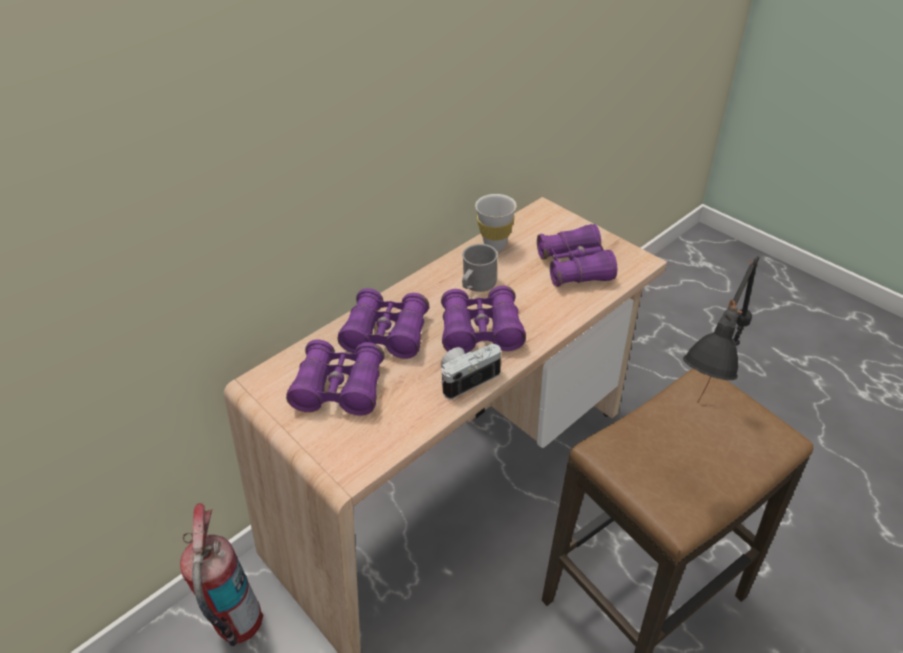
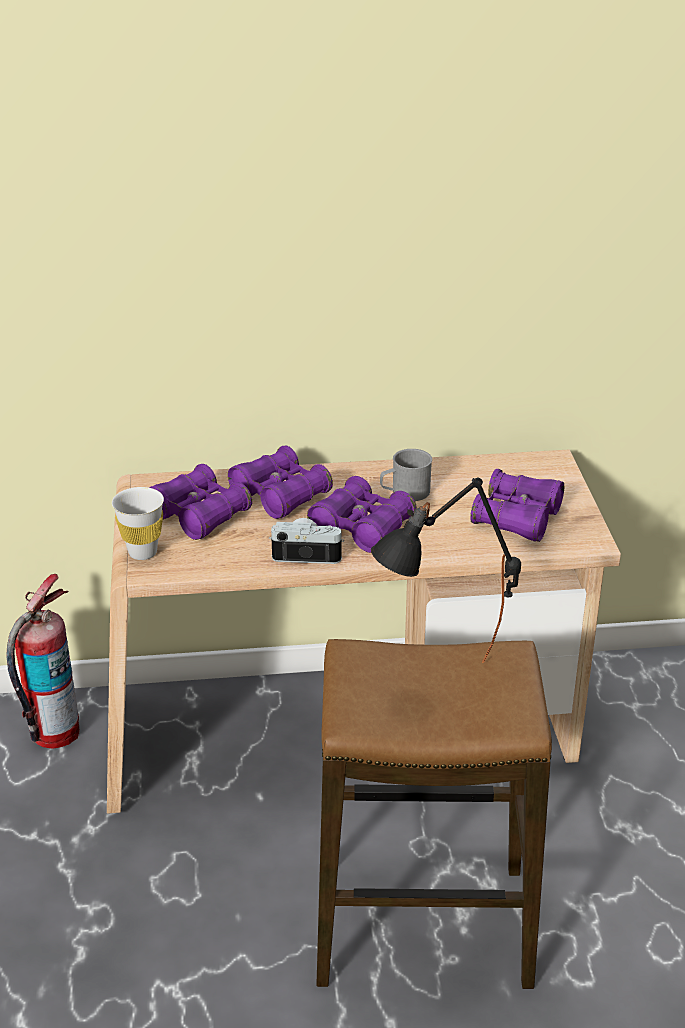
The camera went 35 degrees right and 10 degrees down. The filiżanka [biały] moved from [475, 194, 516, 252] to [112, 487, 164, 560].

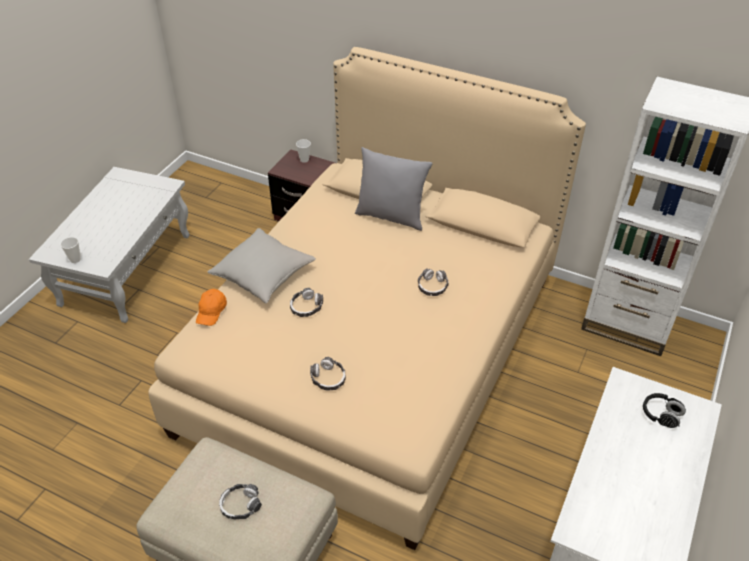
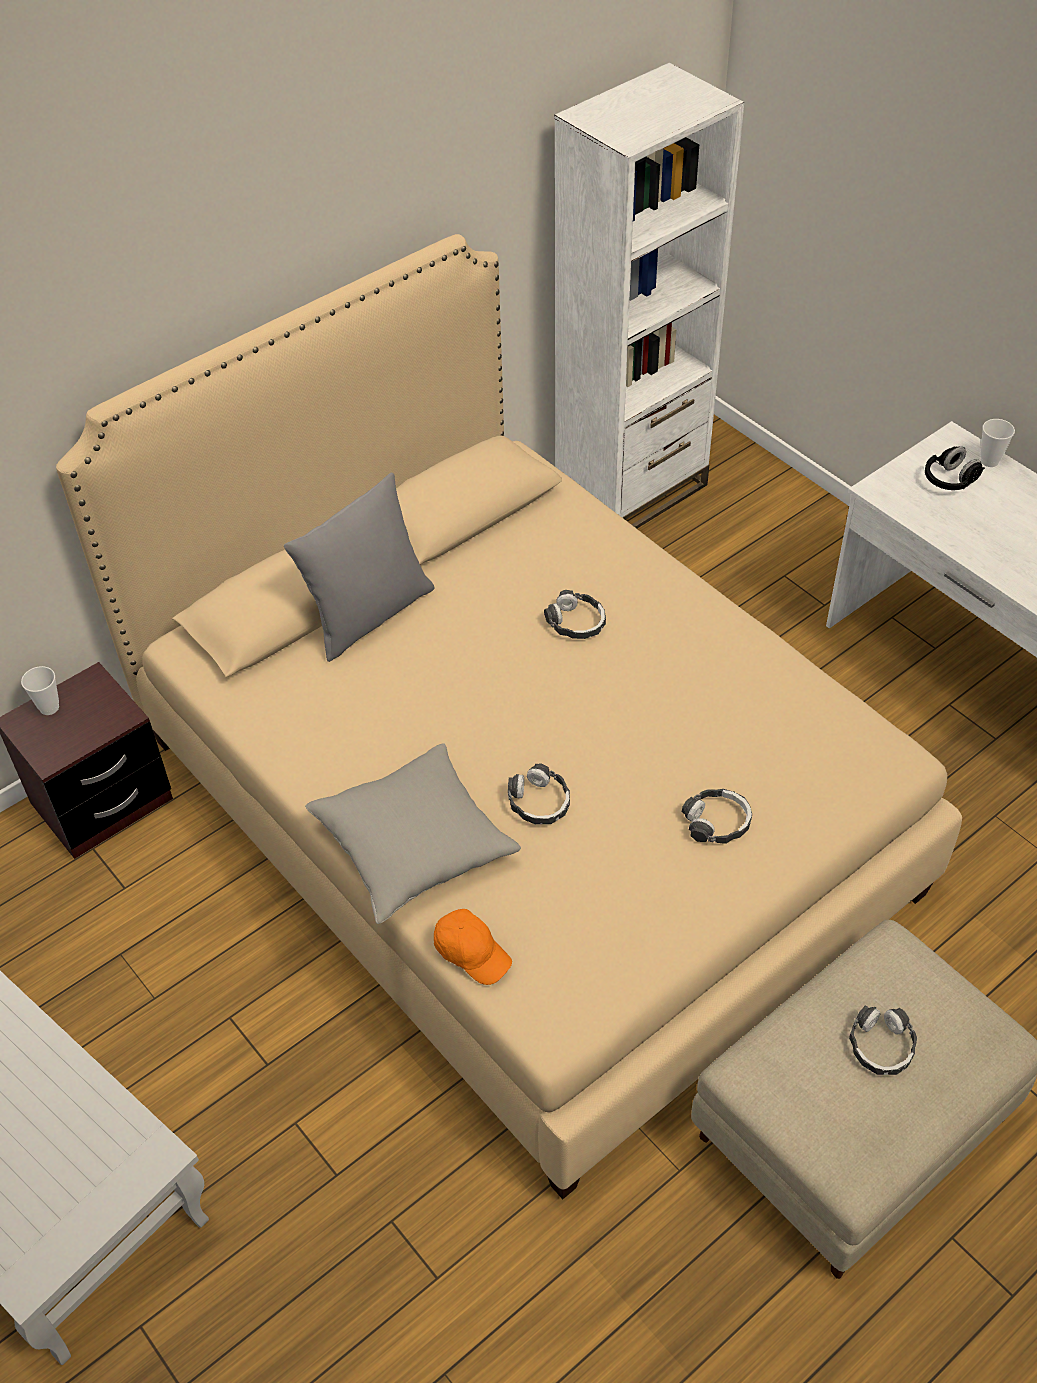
The camera went 65 degrees left and 5 degrees up. The filiżanka moved from [60, 237, 81, 263] to [980, 419, 1015, 467].

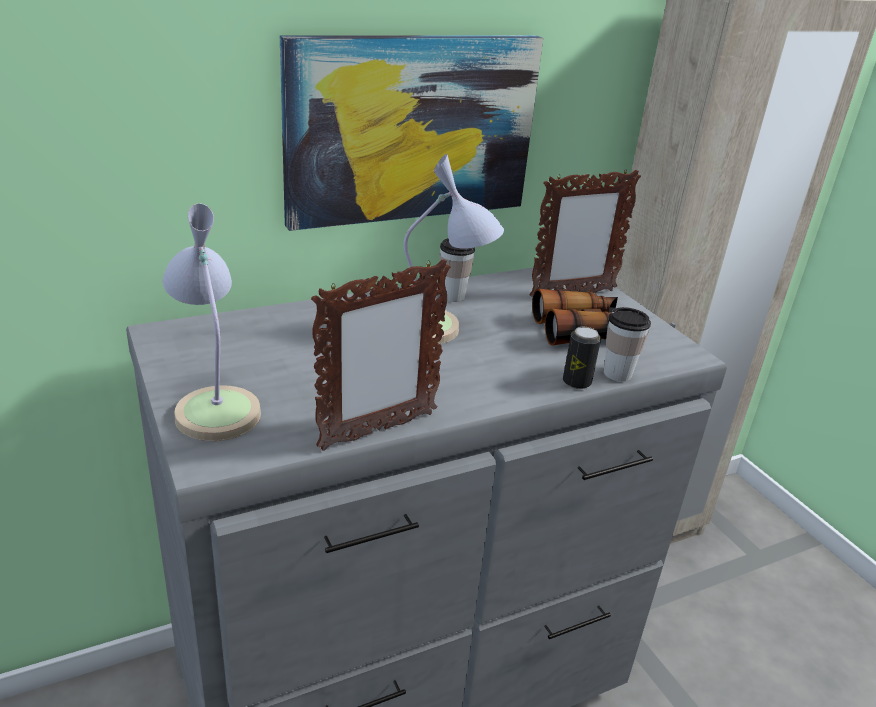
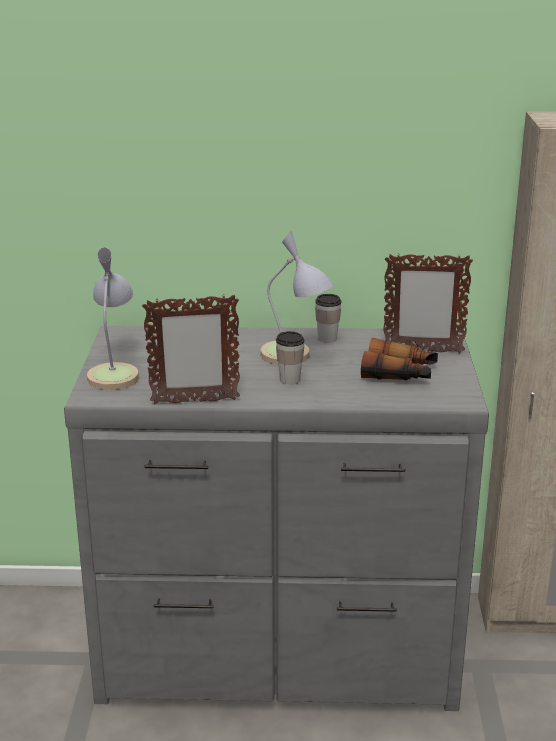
The camera went 30 degrees right and 5 degrees down. The obraz at [280, 35, 543, 231] disappeared. The puszka at [563, 327, 601, 389] disappeared. The filiżanka moved from [604, 307, 651, 382] to [276, 331, 304, 385].

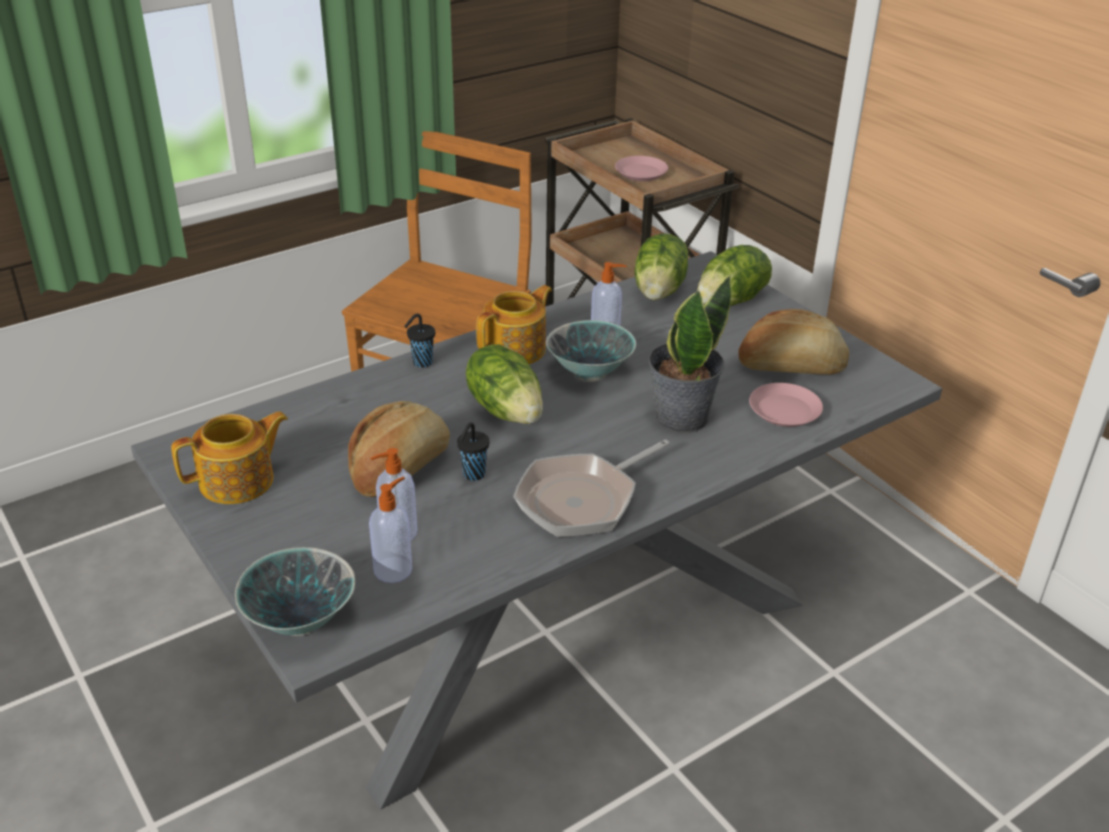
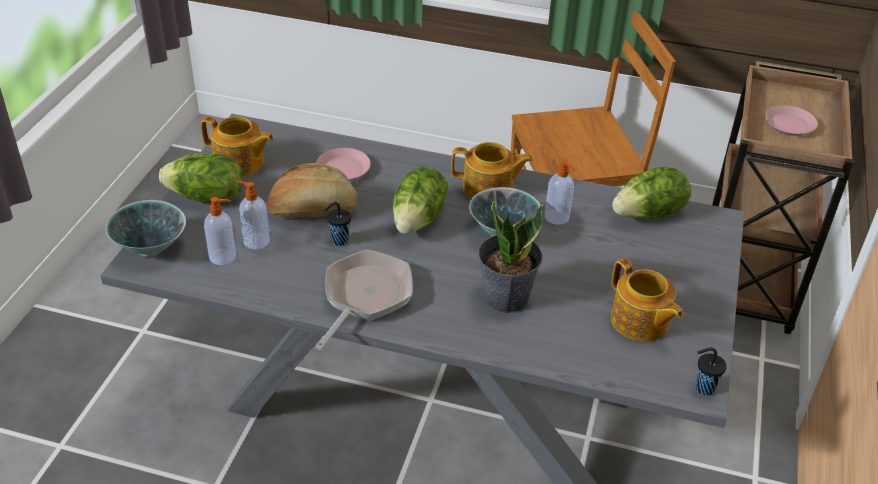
The camera went 50 degrees right and 5 degrees up. The filiżanka [czarny] moved from [405, 314, 435, 368] to [695, 348, 727, 395]. The patelnia at [513, 440, 670, 537] turned 105 degrees clockwise. The sałata moved from [697, 245, 772, 306] to [159, 154, 243, 203]. The chleb at [738, 309, 849, 375] was replaced by the imbryk at [611, 258, 683, 342]. The talerz [różowy] moved from [749, 383, 823, 427] to [316, 148, 371, 181].

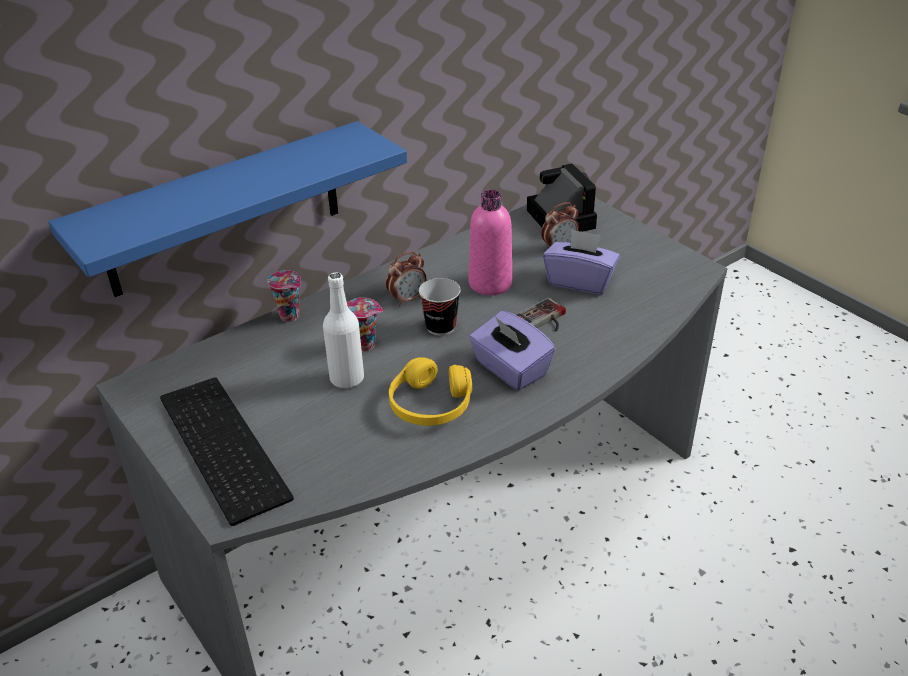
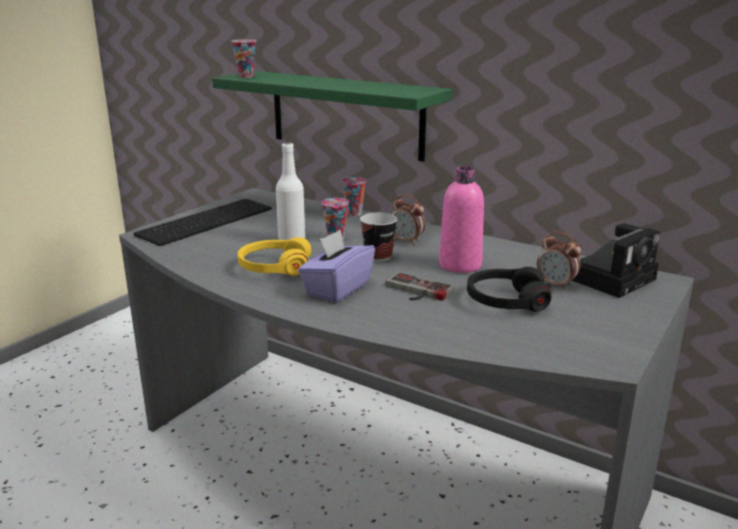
The camera went 70 degrees right and 15 degrees down. The półka [niebieski] at [48, 121, 407, 297] became the półka [zielony] at [212, 71, 452, 162]. The pudełko chusteczek [fioletowy] at [543, 229, 620, 294] was replaced by the słuchawki [czarny] at [467, 267, 552, 312]. The filiżanka at [231, 39, 257, 78] appeared.

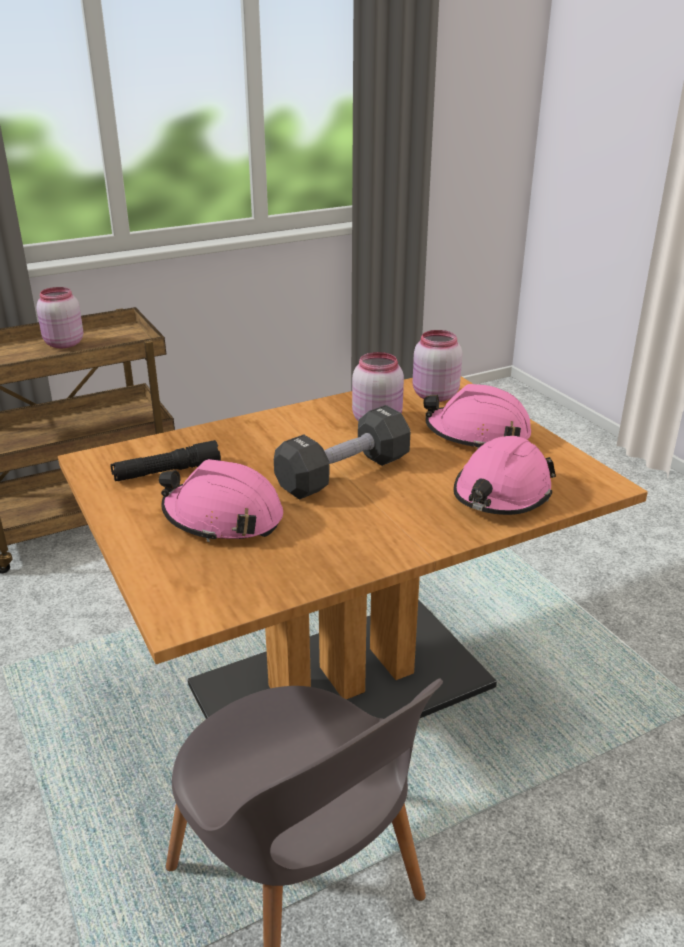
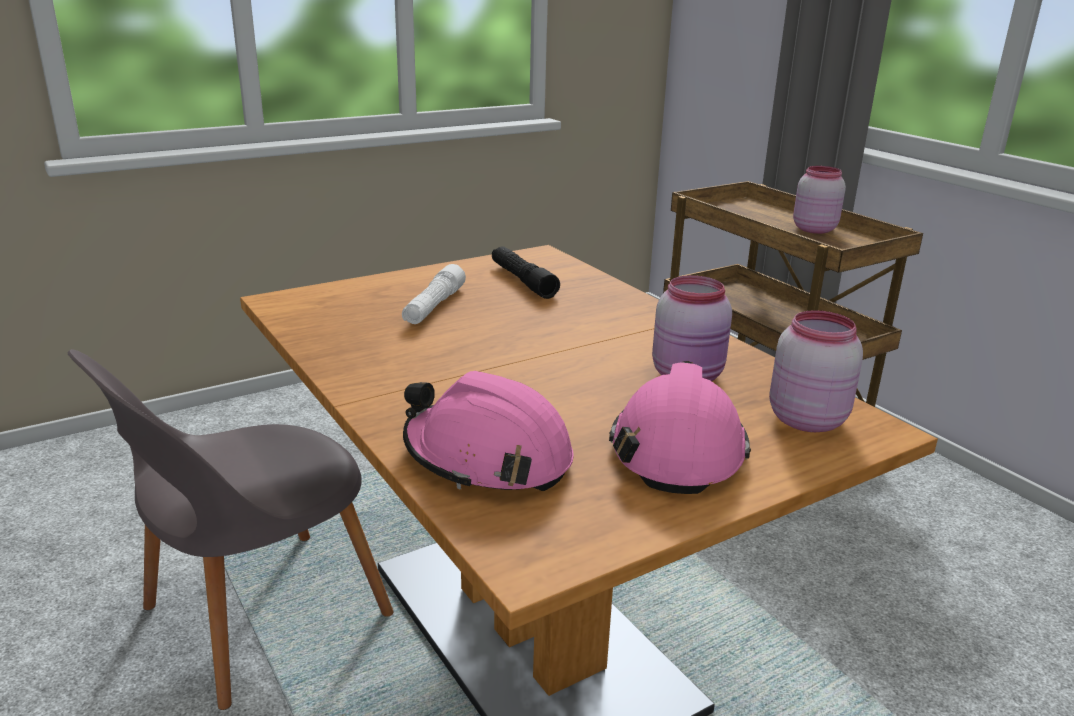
The camera went 85 degrees right and 5 degrees down. The kask [różowy] at [159, 459, 283, 542] was replaced by the latarka [biały] at [402, 264, 466, 324]. The hantel [czarny] at [274, 405, 410, 499] disappeared.

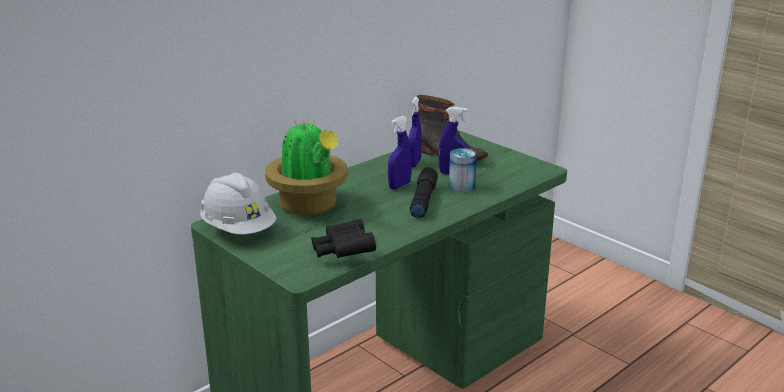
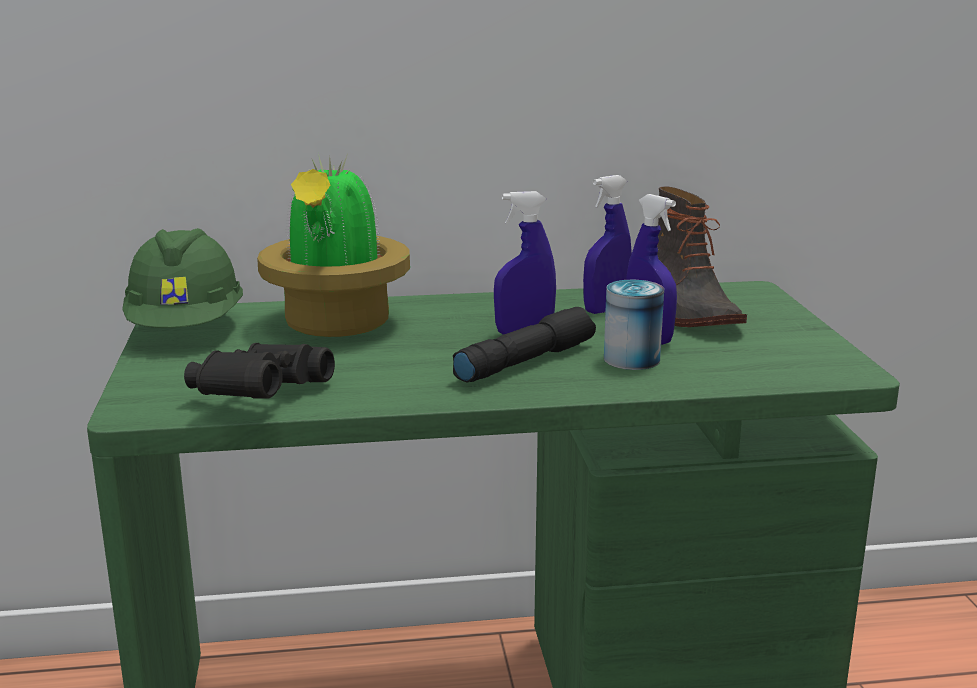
The camera went 35 degrees right and 5 degrees down. The kask [biały] at [200, 173, 277, 235] became the kask [zielony] at [122, 228, 243, 328].

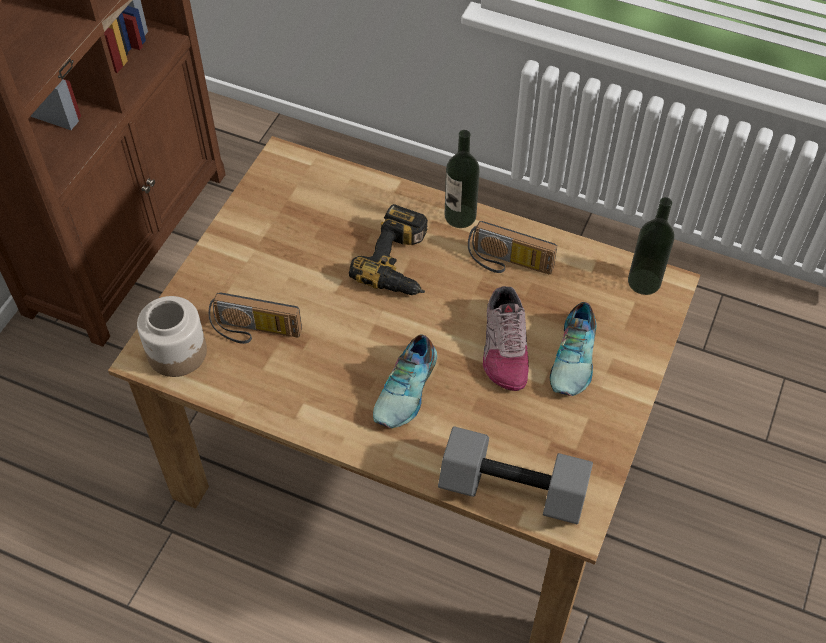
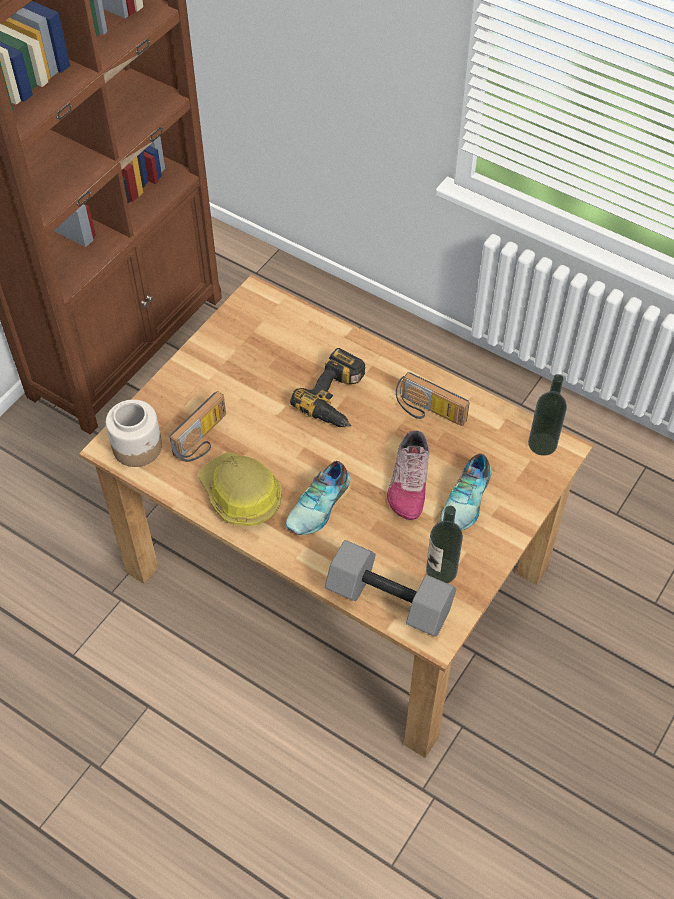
The camera went 10 degrees right and 0 degrees up. The radio at [208, 292, 302, 344] turned 75 degrees counterclockwise. The butelka moved from [444, 130, 480, 228] to [426, 506, 463, 583]. The kask at [198, 452, 282, 526] appeared.

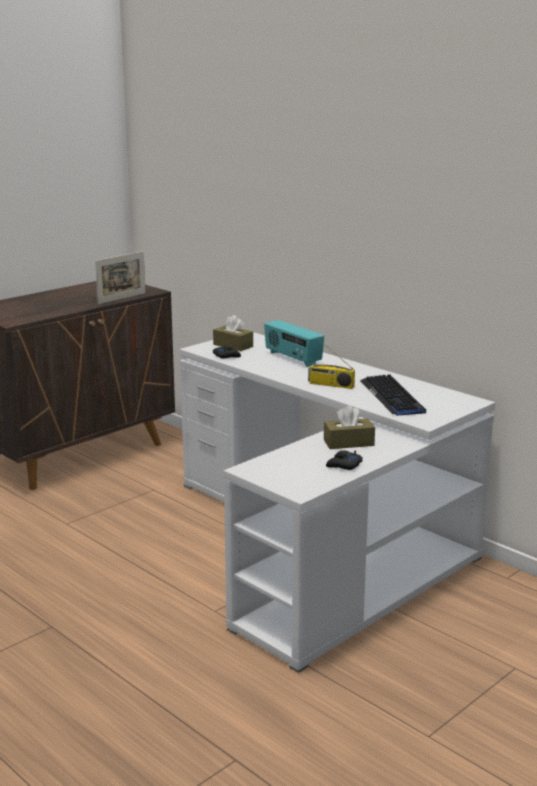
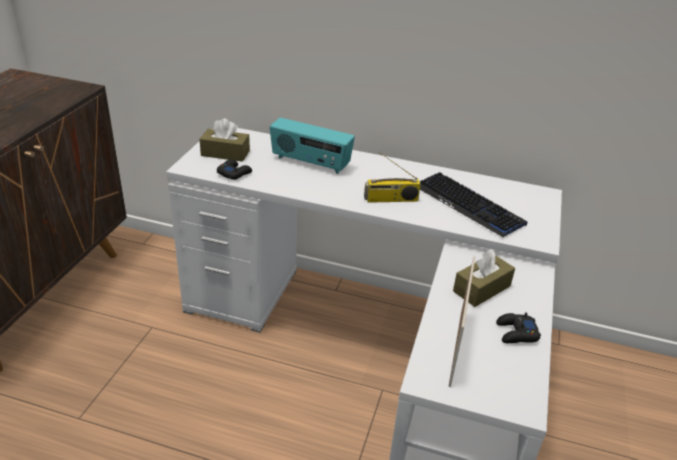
The camera went 30 degrees left and 15 degrees up. The ramka na zdjęcie moved from [95, 251, 146, 304] to [449, 256, 476, 387].

